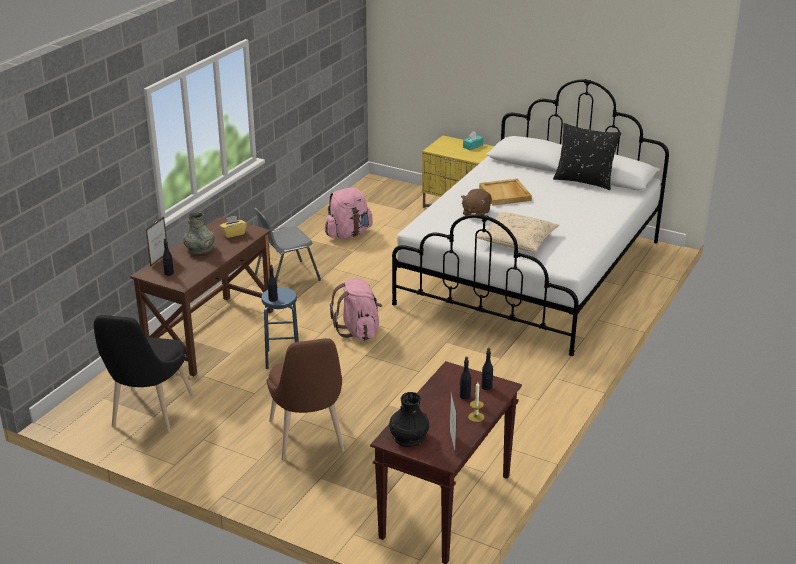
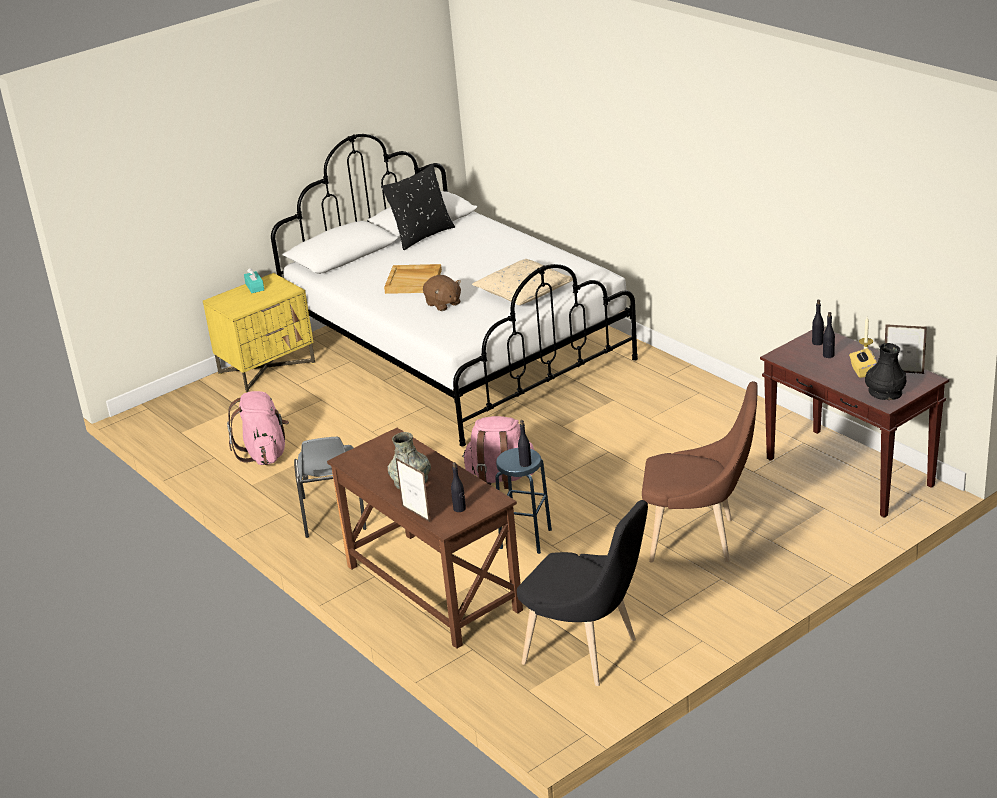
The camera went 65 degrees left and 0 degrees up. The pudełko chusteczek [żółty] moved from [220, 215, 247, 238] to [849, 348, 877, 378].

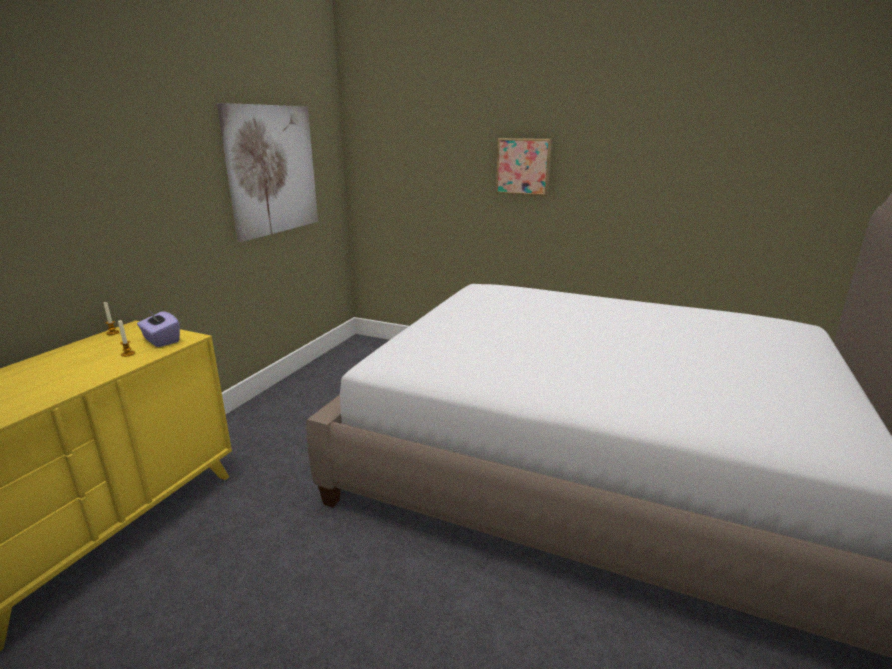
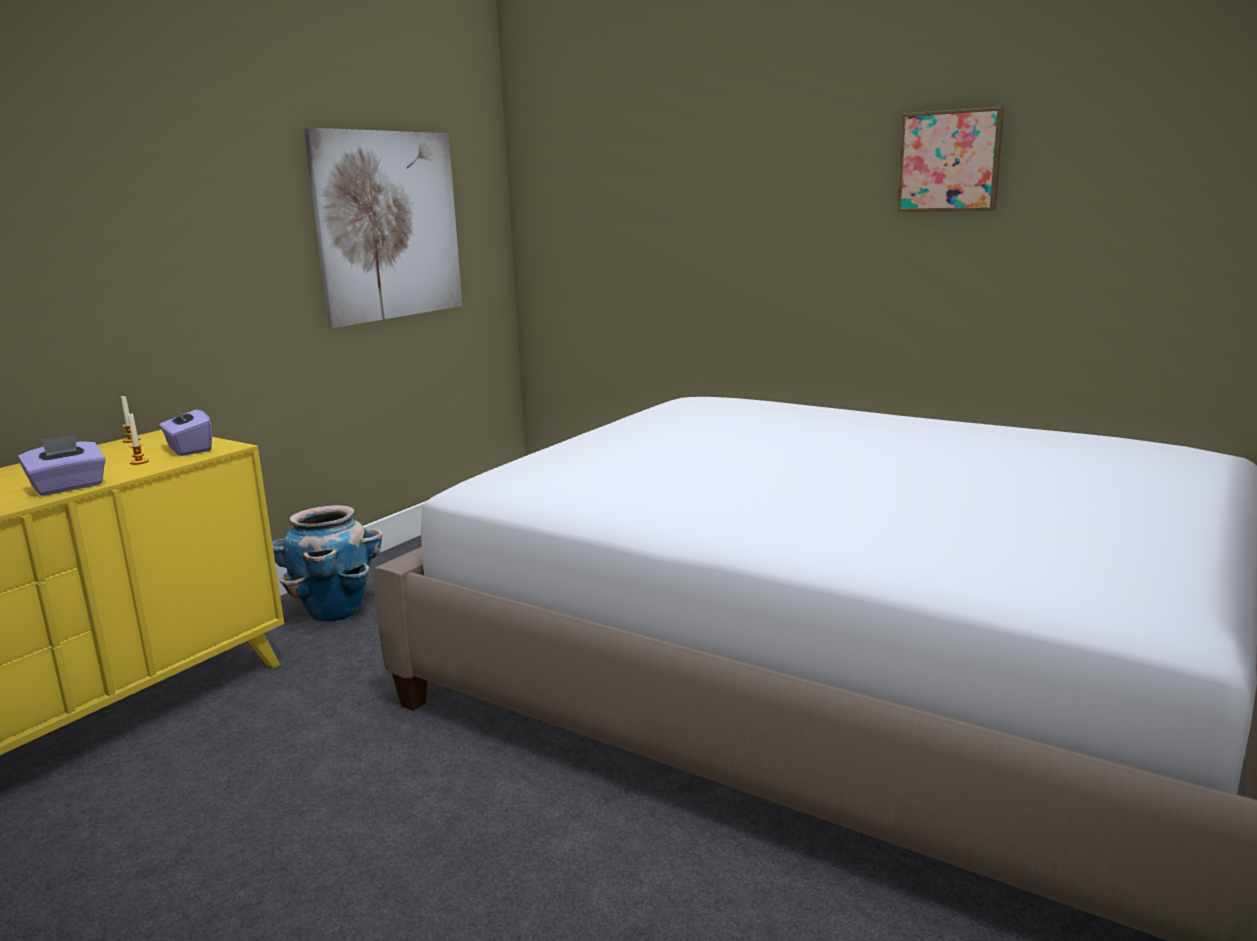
The camera went 10 degrees right and 5 degrees down. The obraz moved from [496, 138, 552, 196] to [897, 107, 1004, 212]. The pudełko chusteczek [fioletowy] at [18, 435, 106, 496] appeared. The donica at [272, 505, 383, 622] appeared.

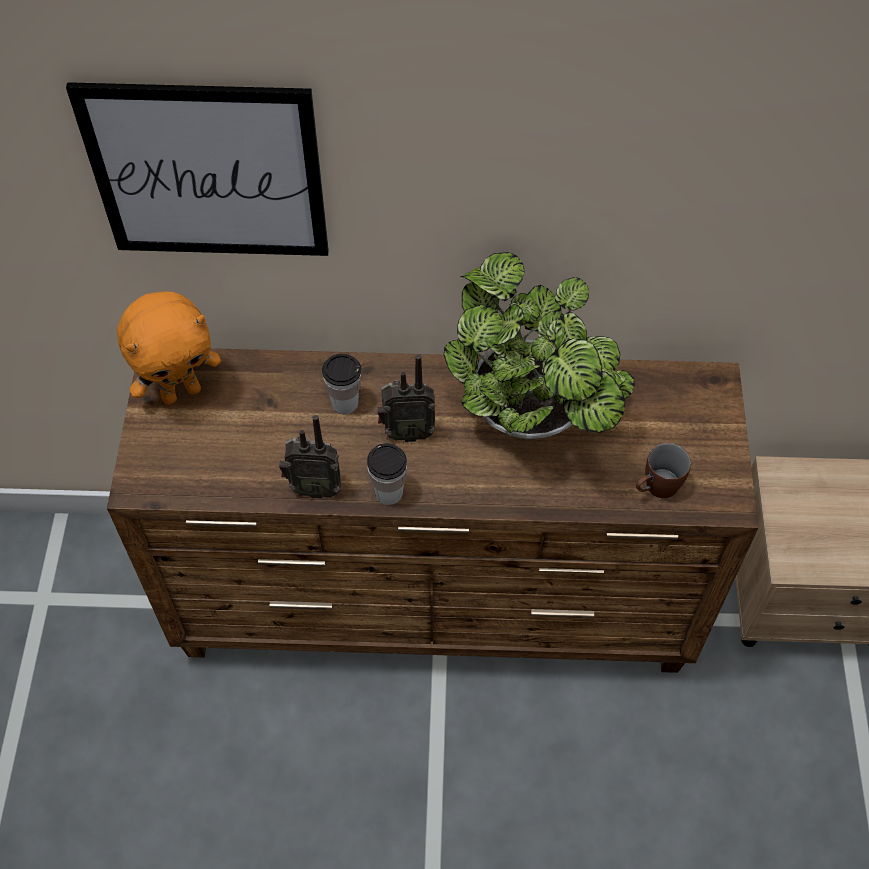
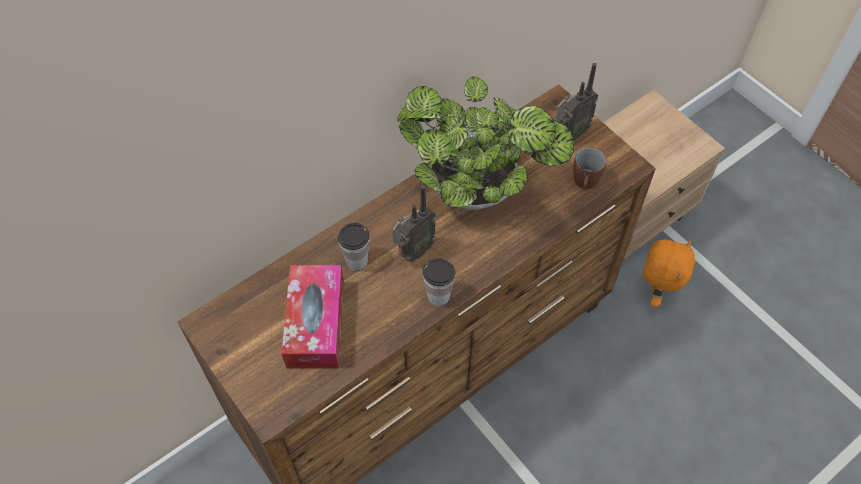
The camera went 40 degrees left and 0 degrees up. The obraz at [66, 82, 329, 256] disappeared. The pluszak [pomarańczowy] moved from [117, 291, 221, 405] to [643, 240, 695, 307]. The radio moved from [279, 415, 342, 499] to [555, 63, 598, 140]. The pudełko chusteczek at [281, 265, 344, 369] appeared.

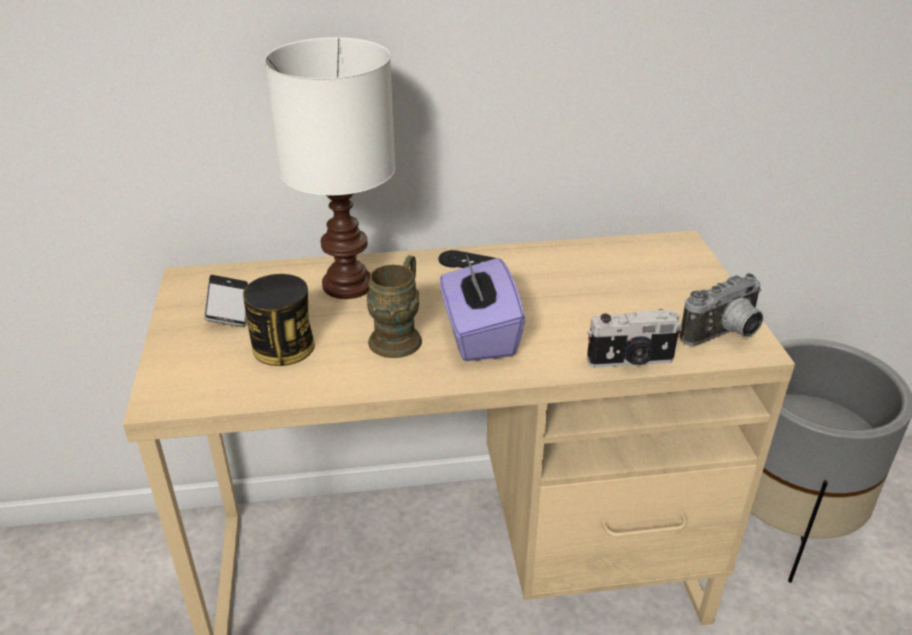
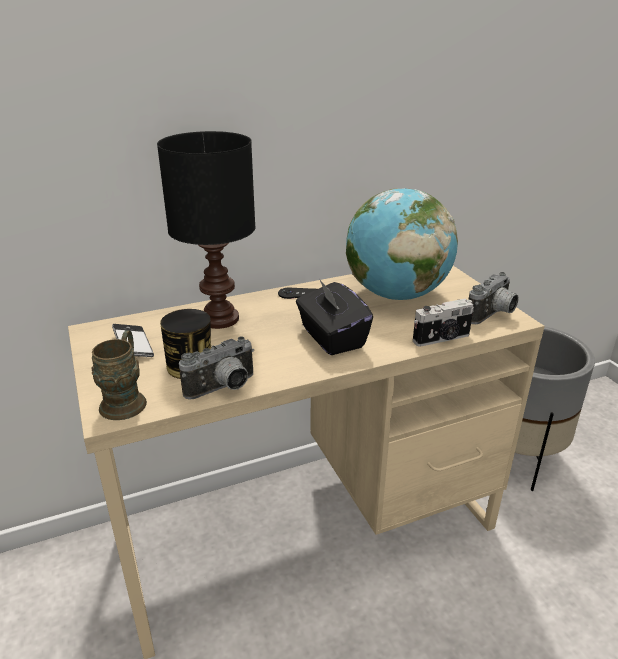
The camera went 15 degrees left and 5 degrees down. The lampa stołowa [biały] at [264, 37, 395, 299] became the lampa stołowa [czarny] at [157, 131, 256, 329]. The kubek [brązowy] moved from [366, 255, 422, 358] to [91, 330, 147, 420]. The pudełko chusteczek [fioletowy] at [440, 256, 525, 361] became the pudełko chusteczek [czarny] at [296, 278, 373, 355]. The aparat fotograficzny at [179, 336, 255, 400] appeared. The globus at [346, 188, 458, 300] appeared.

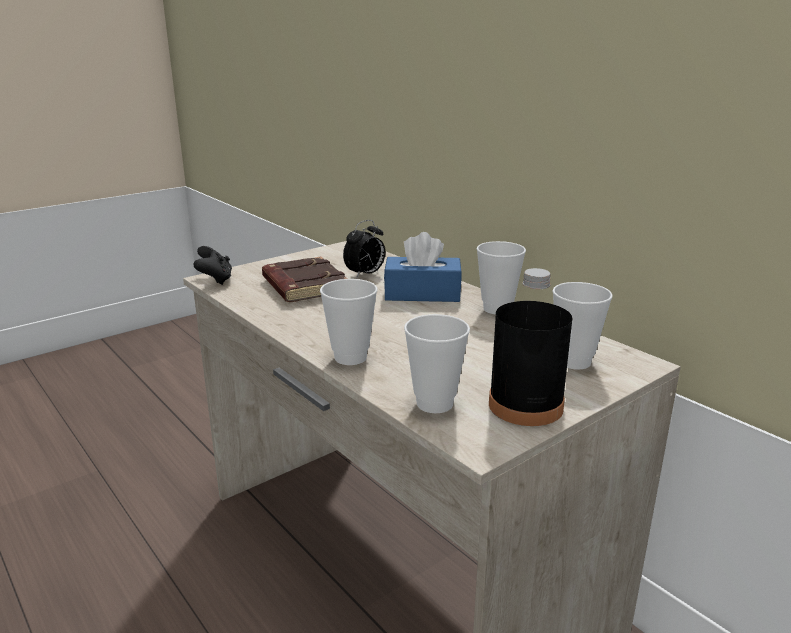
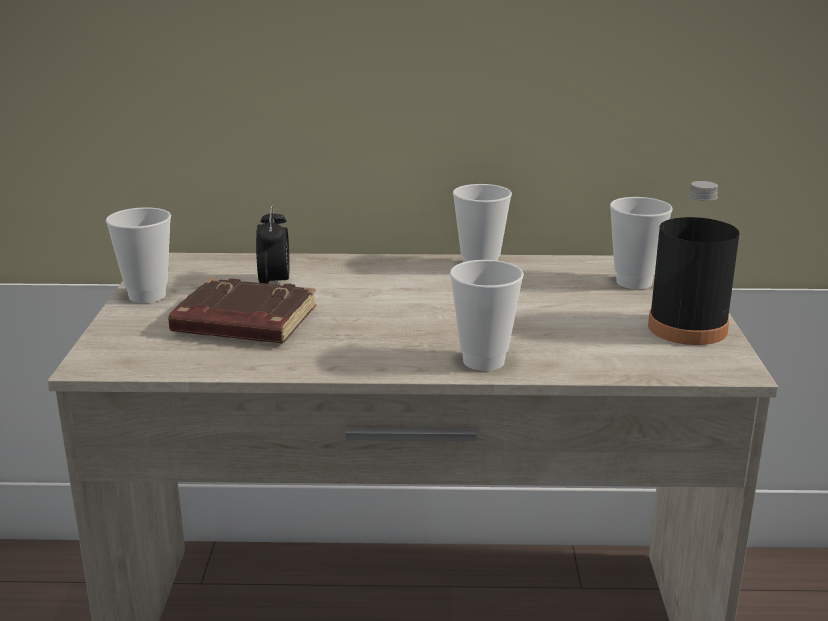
The camera went 50 degrees left and 0 degrees up. The pad do gier [czarny] at [193, 246, 232, 285] disappeared. The pudełko chusteczek [niebieski] at [384, 232, 462, 302] disappeared. The filiżanka moved from [404, 314, 470, 413] to [106, 207, 171, 303].

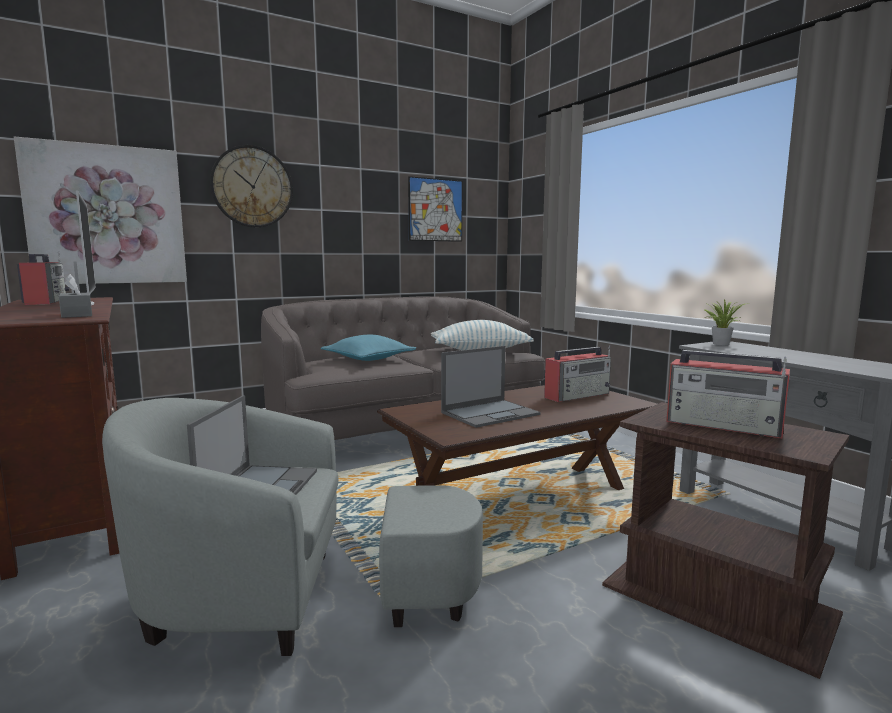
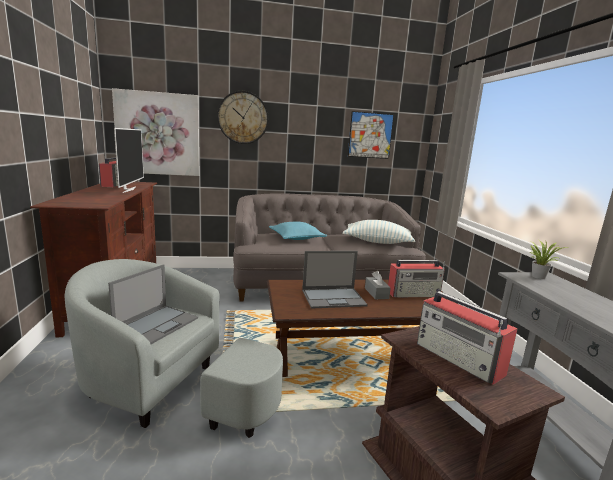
The camera went 20 degrees right and 5 degrees up. The pudełko chusteczek [szary] moved from [59, 274, 92, 318] to [365, 271, 391, 299].

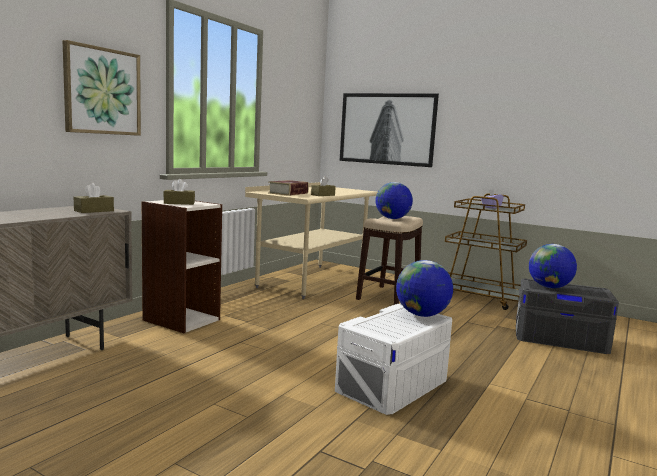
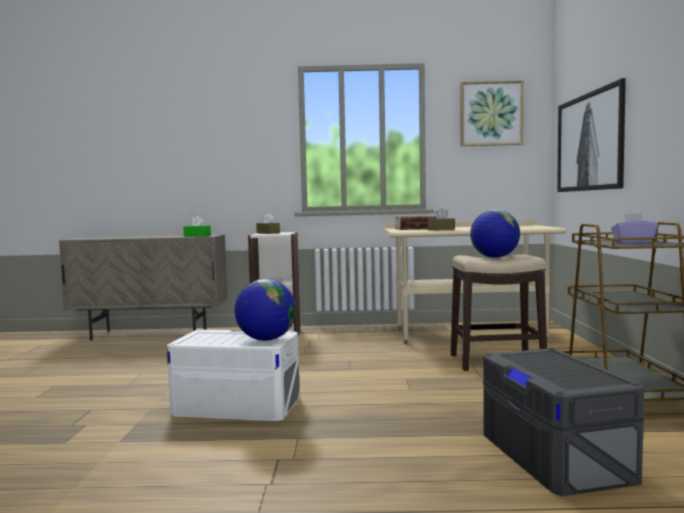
The camera went 60 degrees right and 5 degrees down. The obraz moved from [62, 40, 141, 136] to [460, 80, 524, 146]. The pudełko chusteczek [brązowy] at [74, 183, 114, 213] became the pudełko chusteczek [zielony] at [183, 216, 211, 237]. The globus at [529, 244, 577, 288] disappeared.

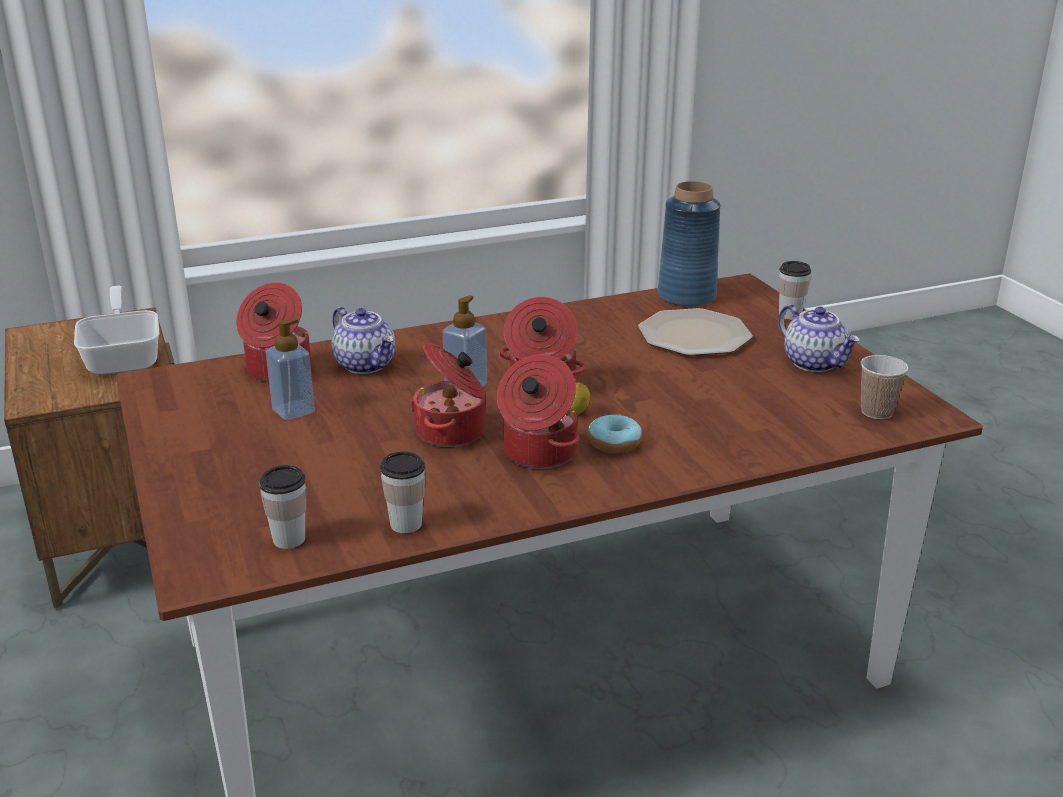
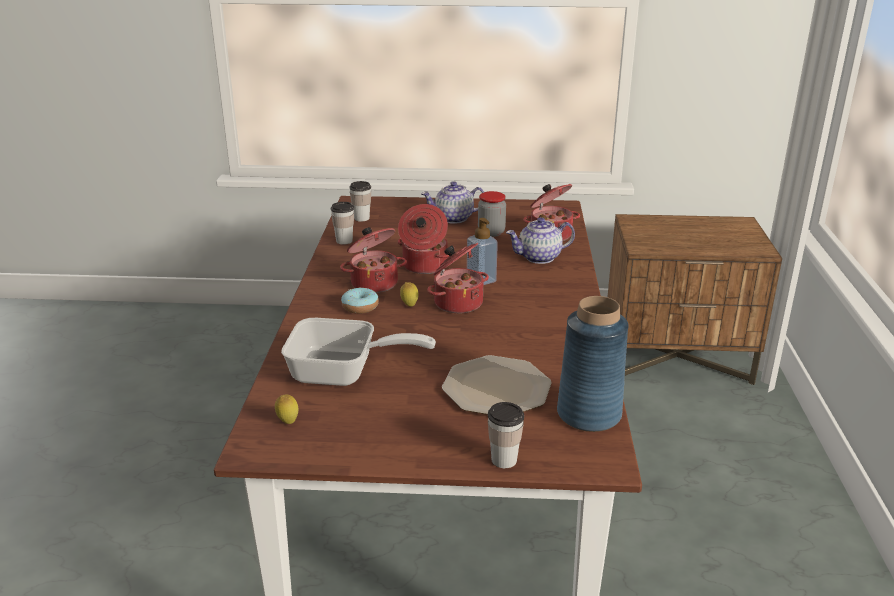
The camera went 115 degrees right and 0 degrees up. The patelnia moved from [74, 286, 160, 375] to [281, 318, 436, 386]. The dozownik mydła at [266, 318, 315, 420] was replaced by the słoik at [478, 191, 506, 237]. The imbryk moved from [778, 304, 860, 372] to [421, 181, 484, 224]. The filiżanka at [860, 355, 908, 419] was replaced by the cytryna at [275, 395, 299, 424].

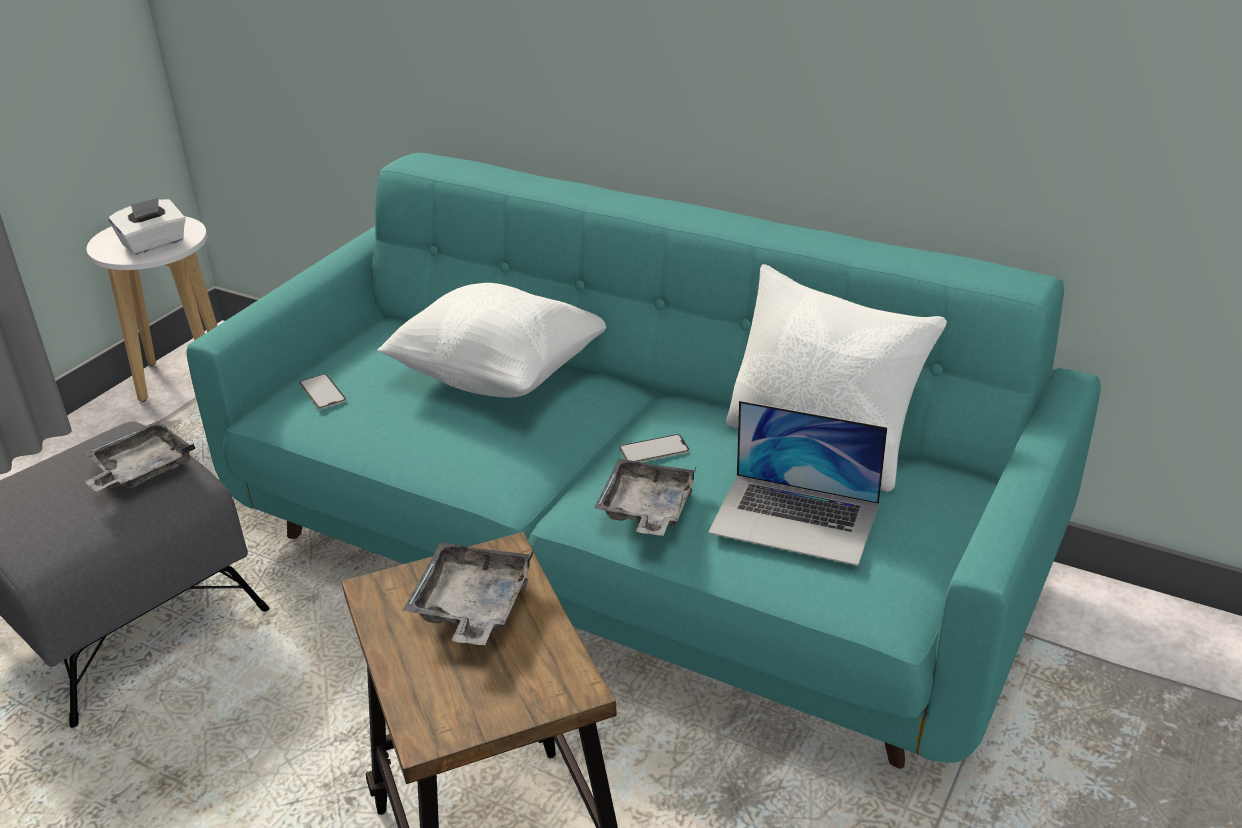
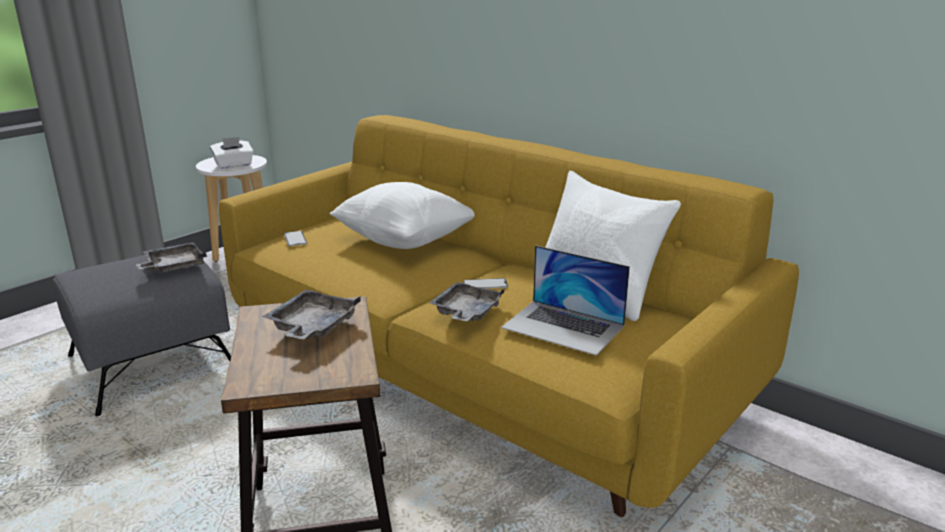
The camera went 10 degrees right and 10 degrees down. The kanapa [turkusowy] at [186, 153, 1101, 769] became the kanapa [żółty] at [219, 115, 799, 517].

